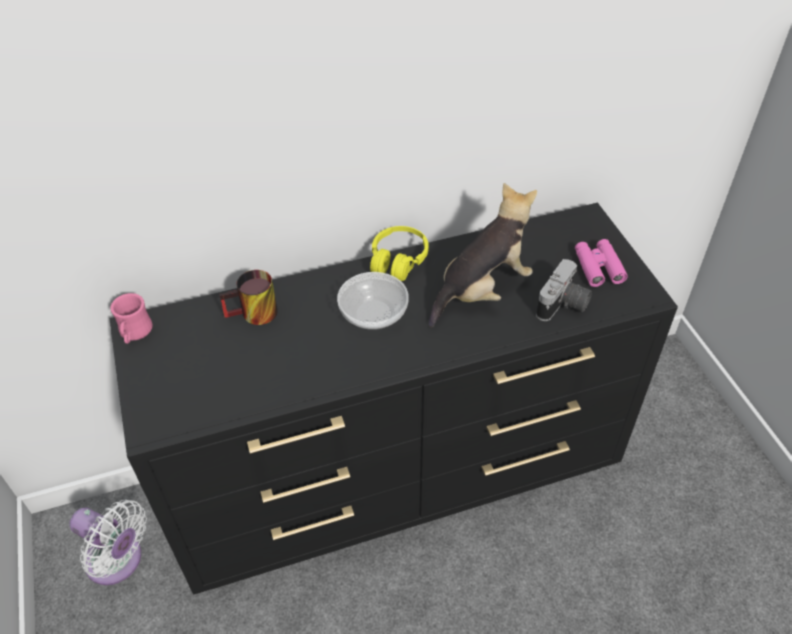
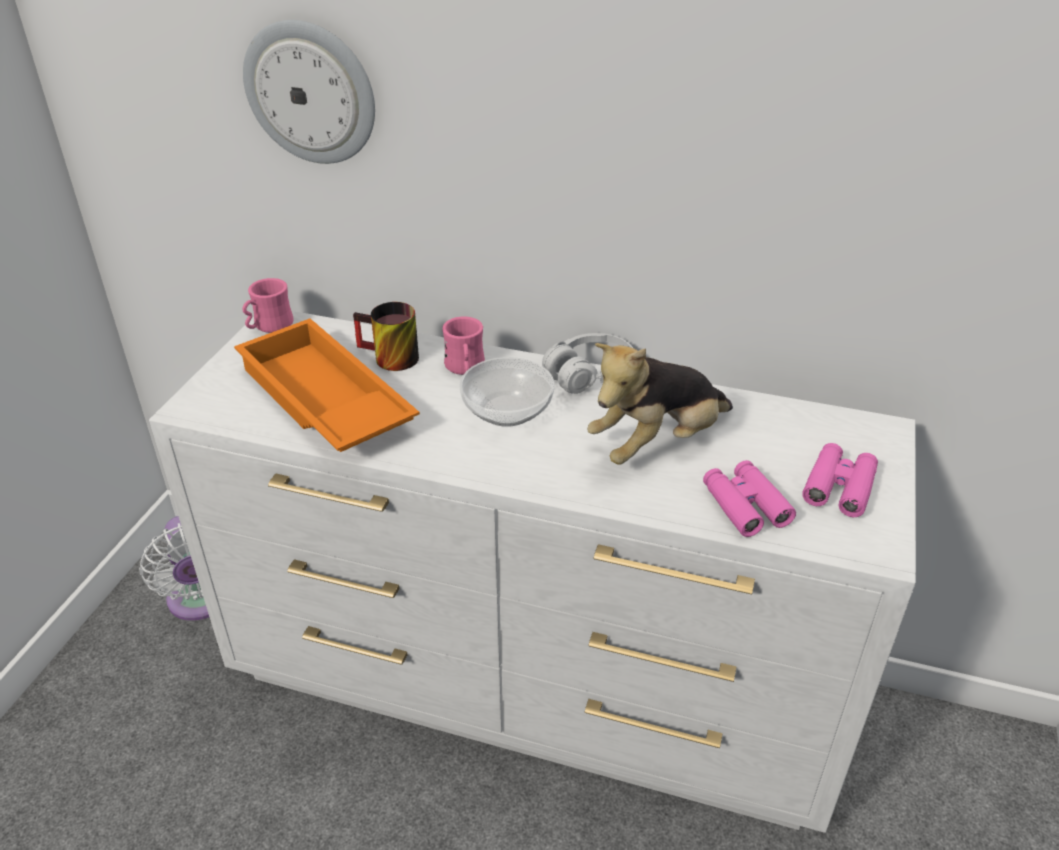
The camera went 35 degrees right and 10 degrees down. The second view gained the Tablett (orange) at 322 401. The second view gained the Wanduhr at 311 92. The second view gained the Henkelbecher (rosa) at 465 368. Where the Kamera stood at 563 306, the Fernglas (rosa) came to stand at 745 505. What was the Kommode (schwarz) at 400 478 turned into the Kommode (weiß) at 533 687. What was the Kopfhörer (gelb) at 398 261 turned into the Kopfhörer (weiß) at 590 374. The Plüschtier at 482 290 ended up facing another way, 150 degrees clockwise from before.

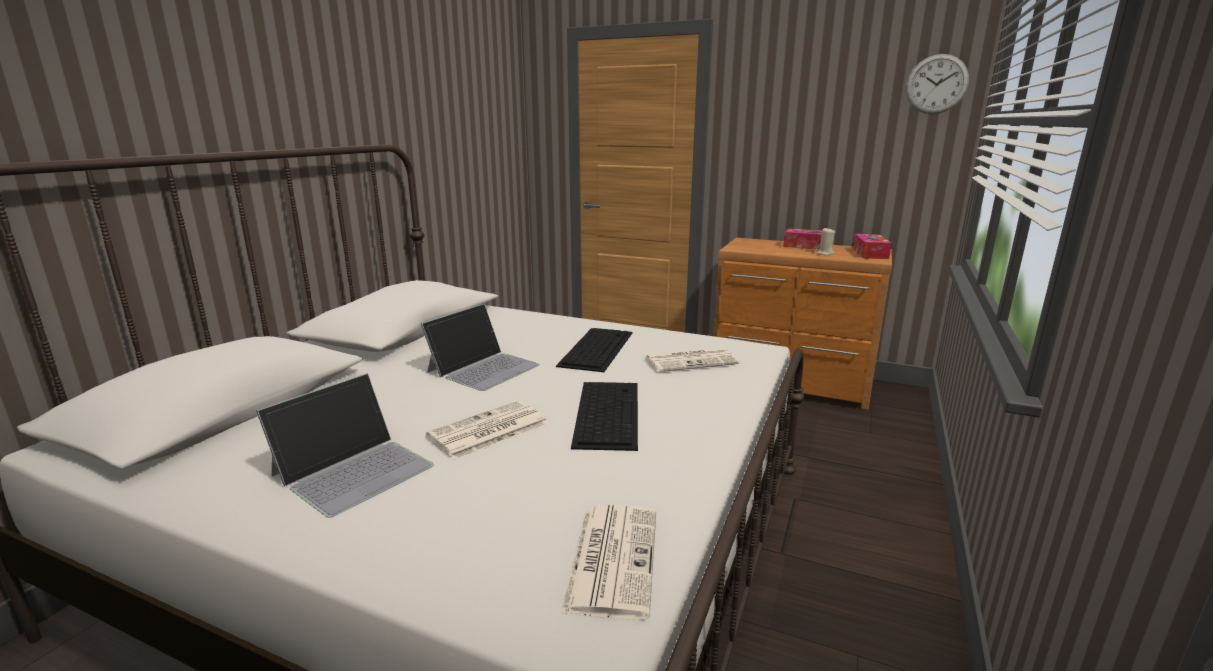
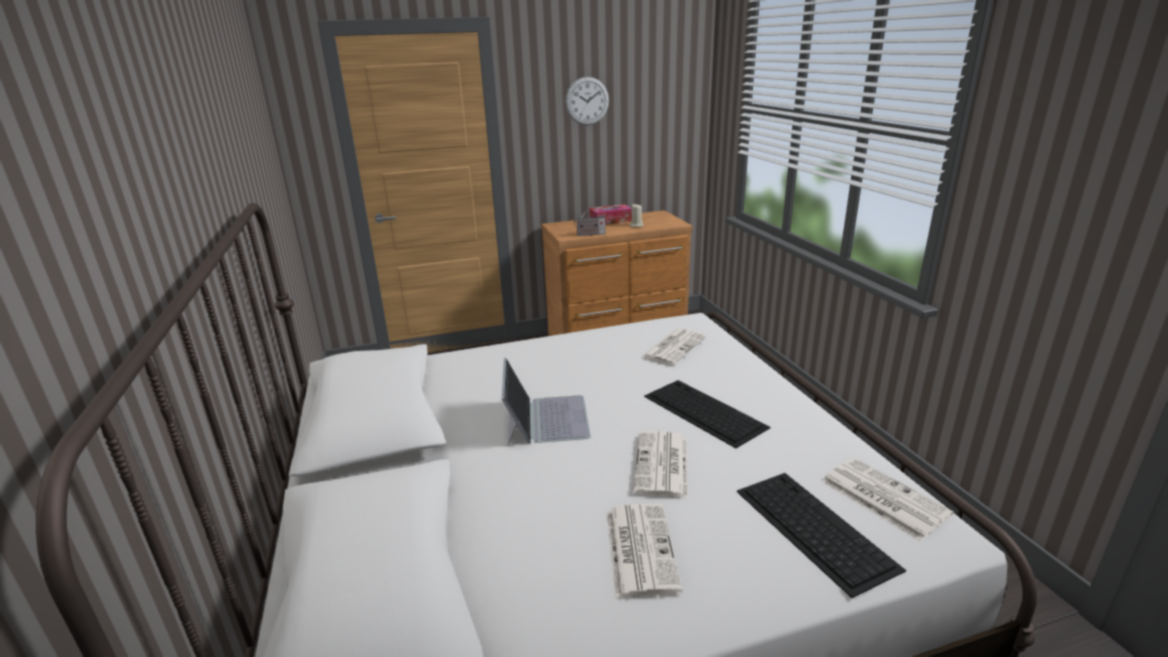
The camera went 40 degrees left and 5 degrees up. The second view lost the Taschentuchbox at 870 253. The second view gained the Radio at 589 234. The Tastatur ended up elsewhere, having gone from 596 348 to 812 527. The Wanduhr ended up elsewhere, having gone from 936 84 to 587 101. Where the Laptop stood at 354 469, the Zeitung came to stand at 639 548.

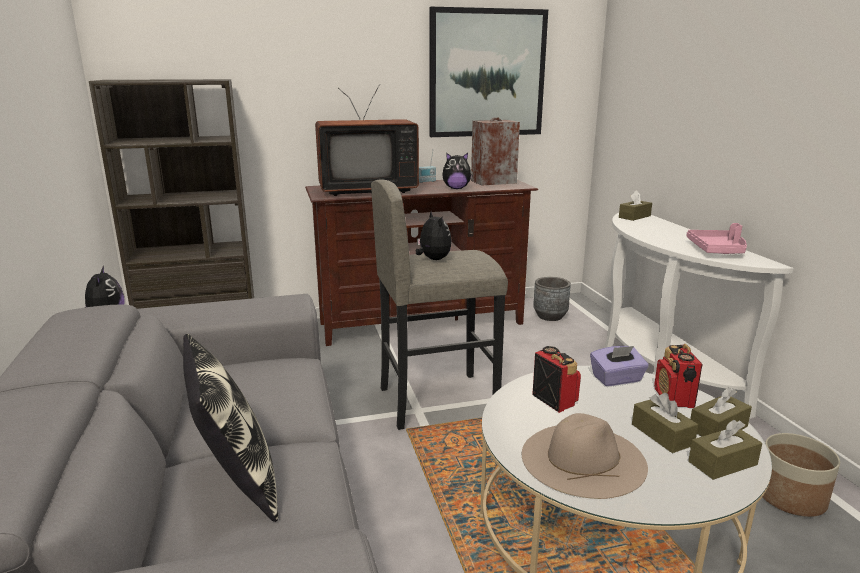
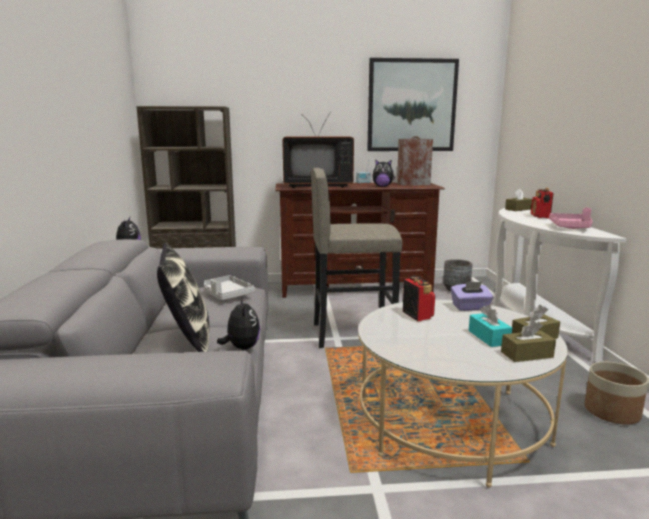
The camera went 10 degrees right and 5 degrees down. The second view lost the Hut (beige) at 583 459. The second view gained the Tablett (grau) at 226 295. The Plüschtier ended up elsewhere, having gone from 433 259 to 241 348. The Radio ended up elsewhere, having gone from 674 398 to 540 216. What was the Taschentuchbox (braun) at 662 434 turned into the Taschentuchbox (türkis) at 488 337.

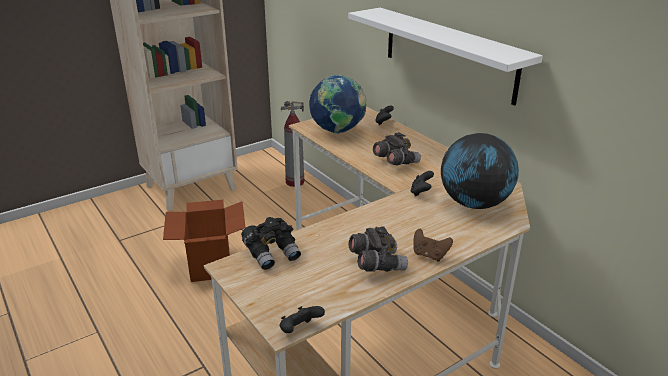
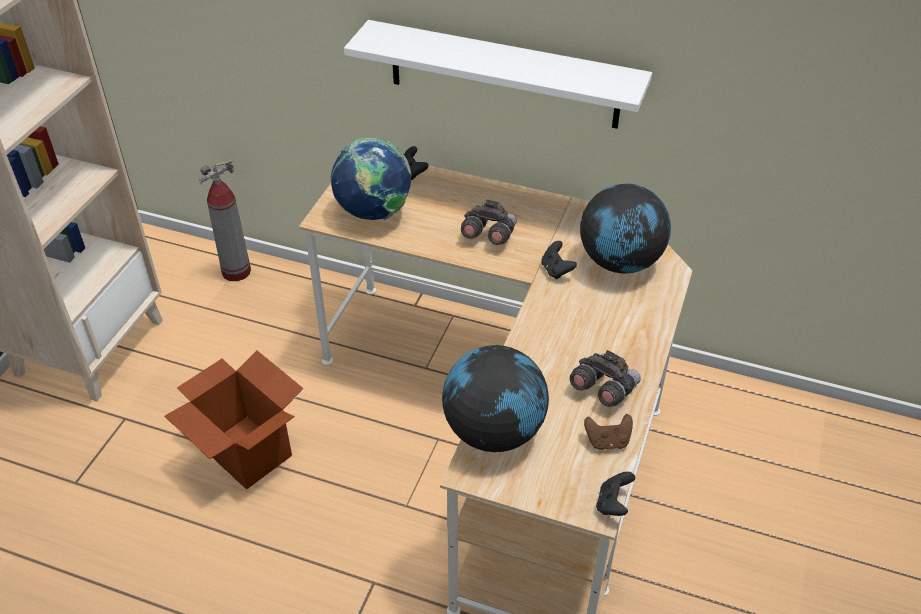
The camera went 35 degrees left and 15 degrees up. The Gamepad (braun) ended up elsewhere, having gone from 429 255 to 607 441. Where the Fernglas (schwarz) stood at 272 253, the Globus came to stand at 494 431.

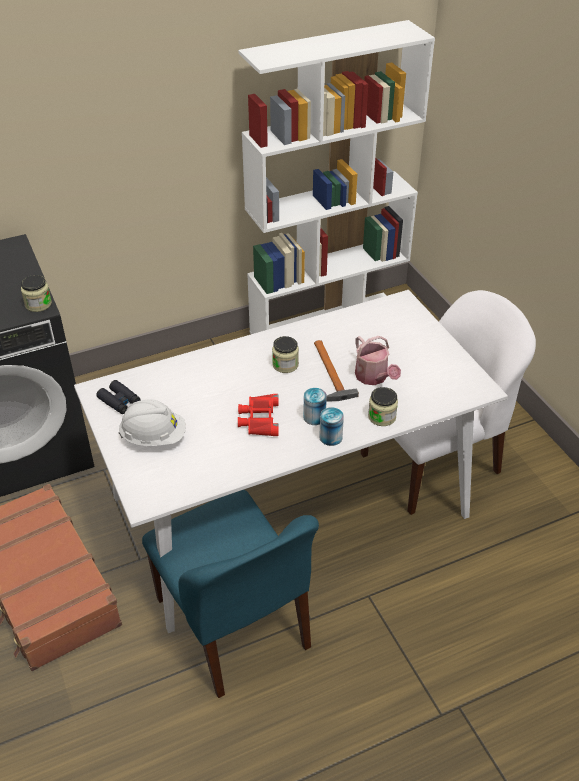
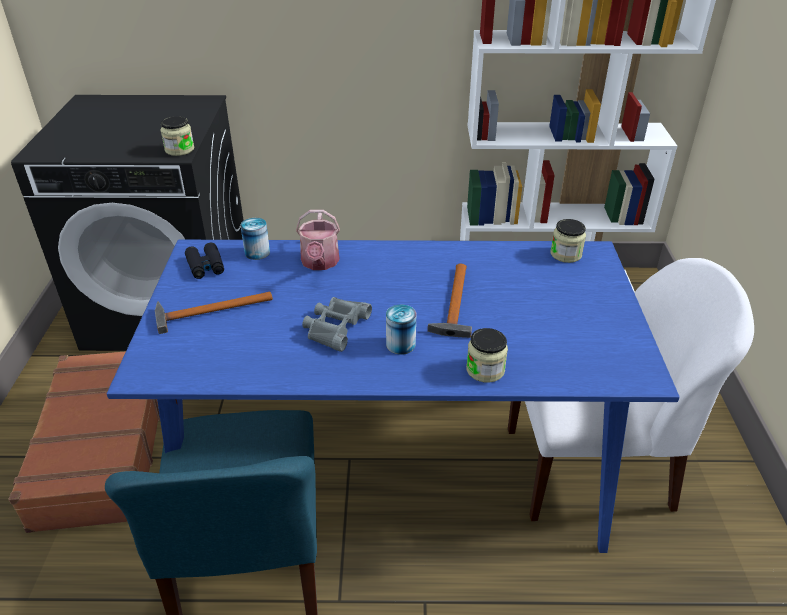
The camera went 25 degrees right and 5 degrees down. The Vorratsglas ended up elsewhere, having gone from 285 365 to 566 254. The Dose ended up elsewhere, having gone from 330 437 to 257 252. The Gießkanne ended up elsewhere, having gone from 373 377 to 319 263. Where the Schutzhelm (weiß) stood at 154 437, the Hammer came to stand at 208 311. What was the Esstisch (weiß) at 288 508 turned into the Esstisch (blau) at 392 460. What was the Fernglas (rot) at 259 419 turned into the Fernglas (grau) at 335 327.

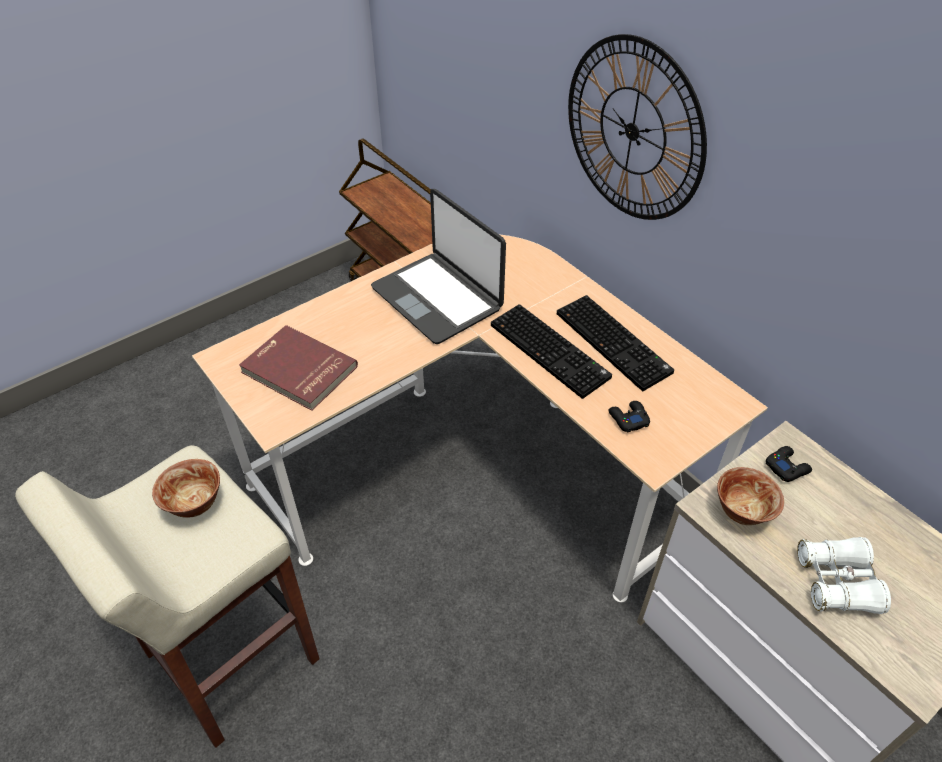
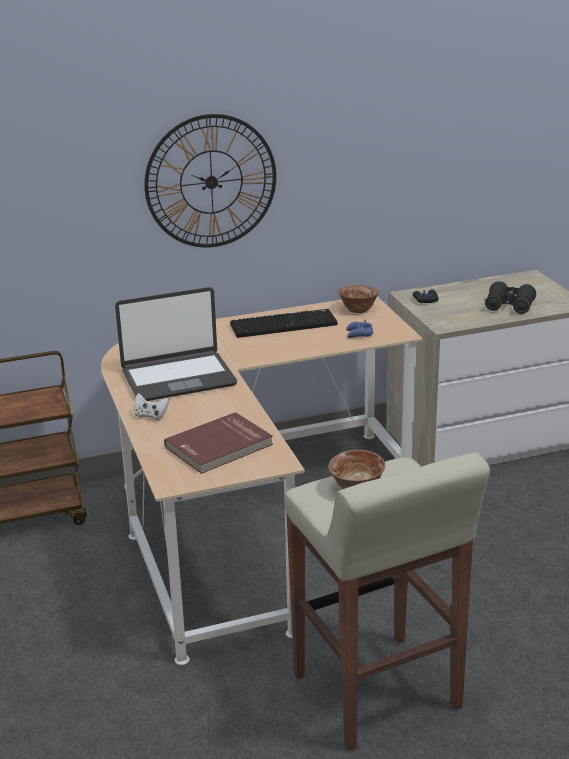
The camera went 70 degrees left and 20 degrees down. The second view lost the Tastatur at 551 351. The second view gained the Gamepad (weiß) at 151 416. The Schüssel ended up elsewhere, having gone from 741 511 to 358 310. What was the Gamepad (schwarz) at 628 419 turned into the Gamepad (blau) at 359 334. What was the Fernglas (weiß) at 837 582 turned into the Fernglas (schwarz) at 509 306.

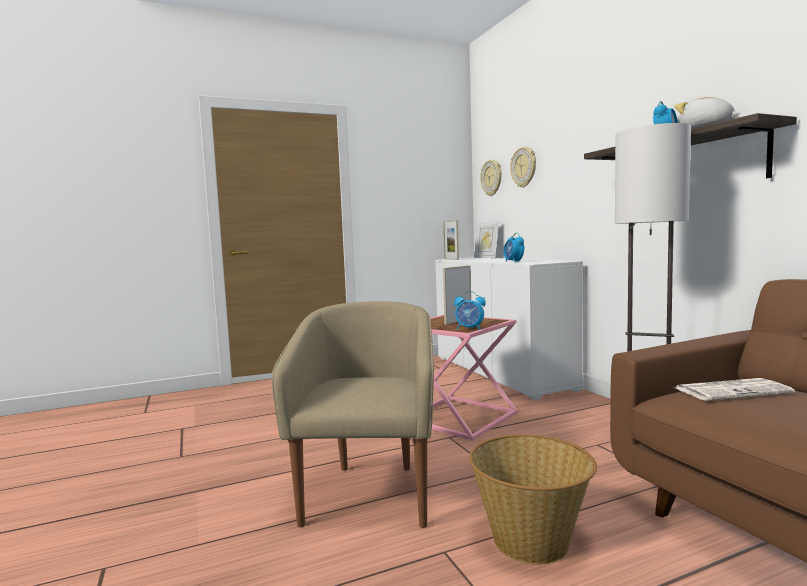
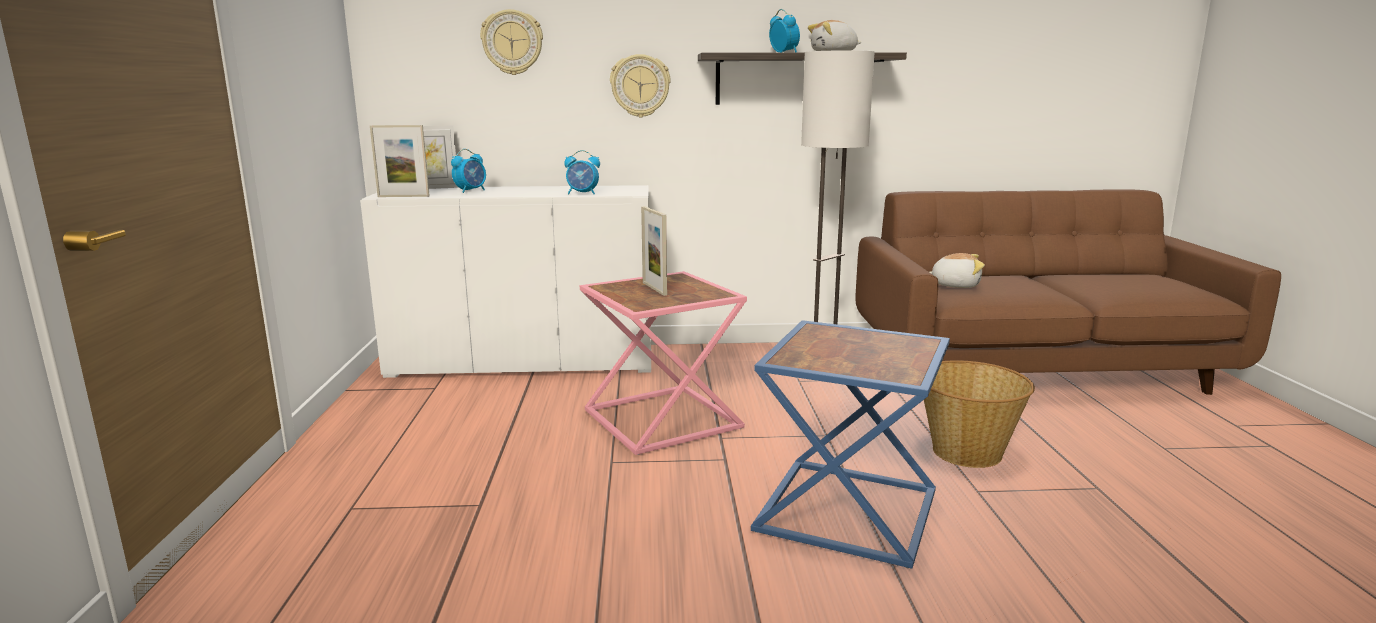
The camera went 70 degrees left and 10 degrees up. The Wecker ended up elsewhere, having gone from 469 329 to 471 191. The Wanduhr ended up elsewhere, having gone from 492 178 to 640 86. Where the Sessel (beige) stood at 369 493, the Beistelltisch (blau) came to stand at 845 509. Where the Zeitung stood at 732 390, the Plüschtier came to stand at 955 285.

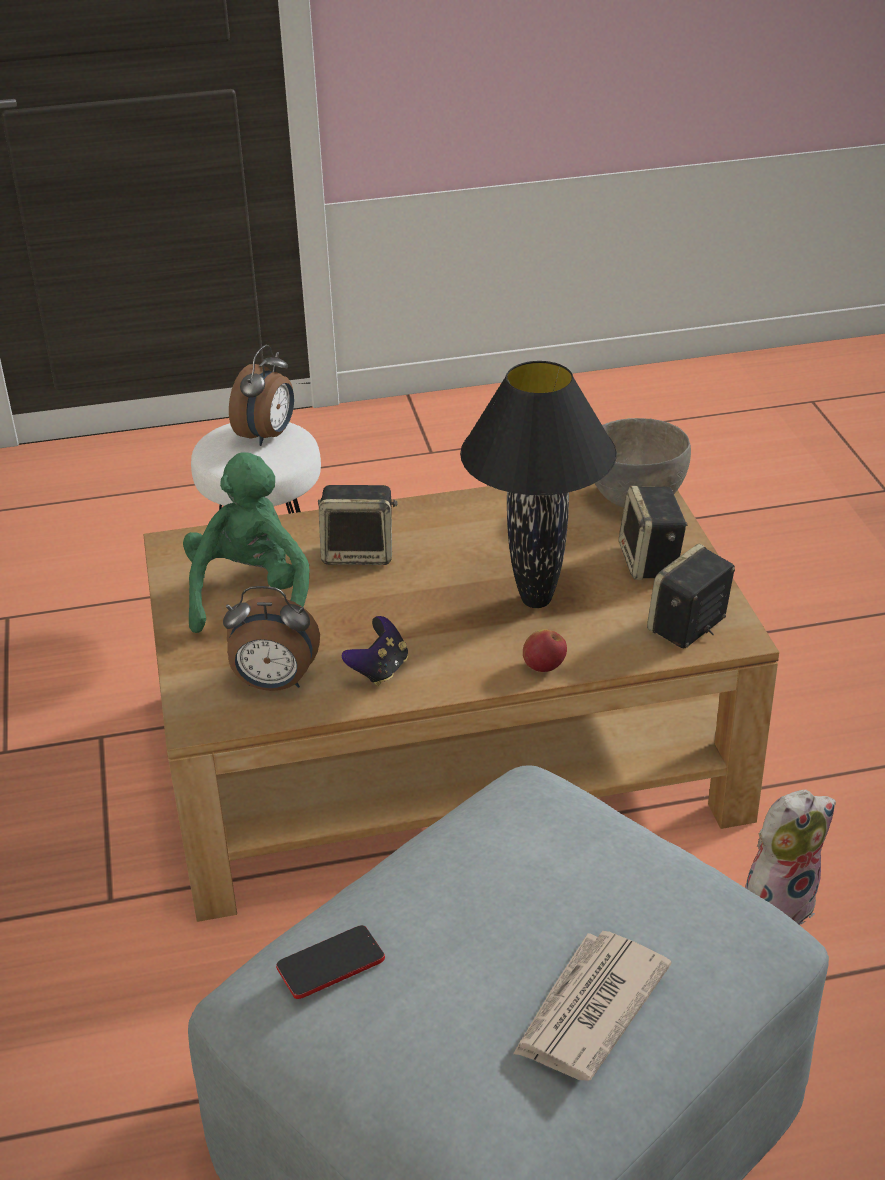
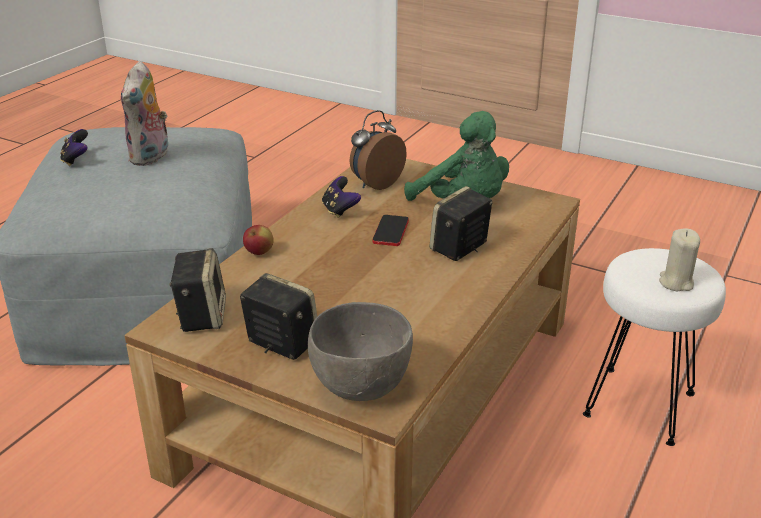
The camera went 130 degrees right and 5 degrees down. The second view lost the Tischlampe (schwarz) at 534 600. The Handy ended up elsewhere, having gone from 331 963 to 390 231. The Plüschtier ended up elsewhere, having gone from 778 902 to 151 157. Where the Wecker stood at 268 436, the Kerze (beige) came to stand at 675 282. Where the Zeitung stood at 589 1009, the Gamepad came to stand at 76 160.

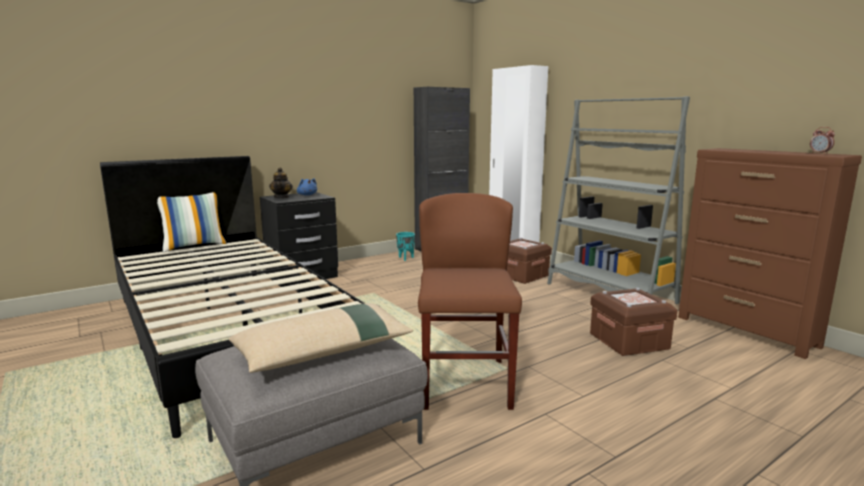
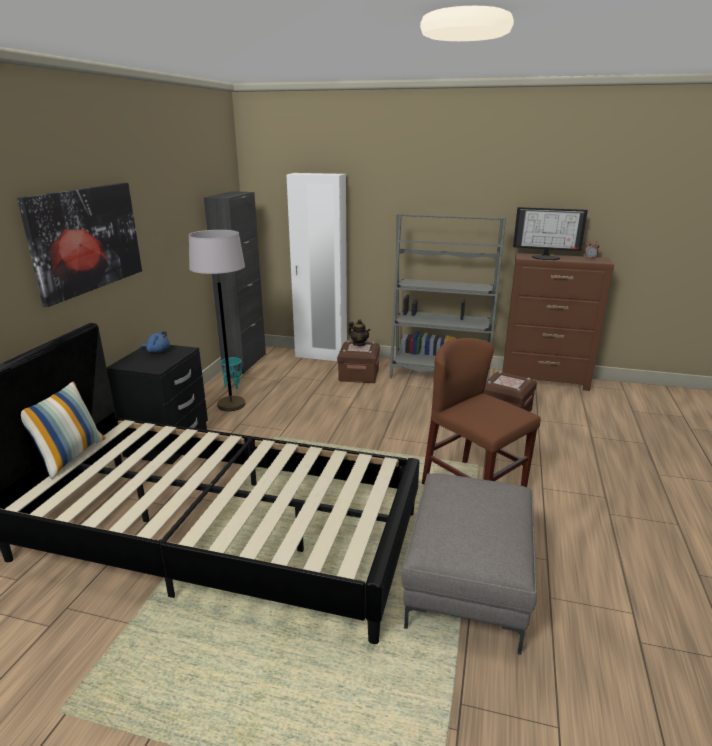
The camera went 40 degrees left and 10 degrees up. The second view lost the Kissen (beige) at 324 351. The second view gained the Bild at 86 239. The second view gained the Stehlampe (grau) at 231 404. The second view gained the Monitor at 546 257. The Teekanne ended up elsewhere, having gone from 282 197 to 359 344.

